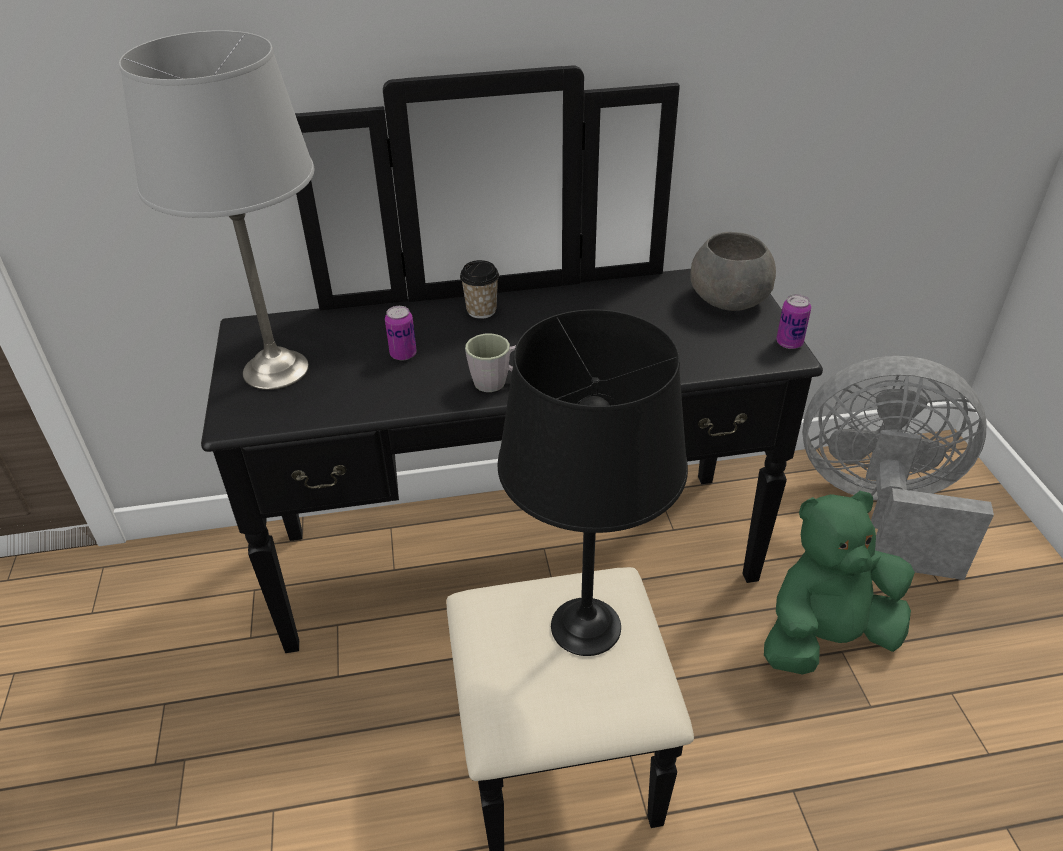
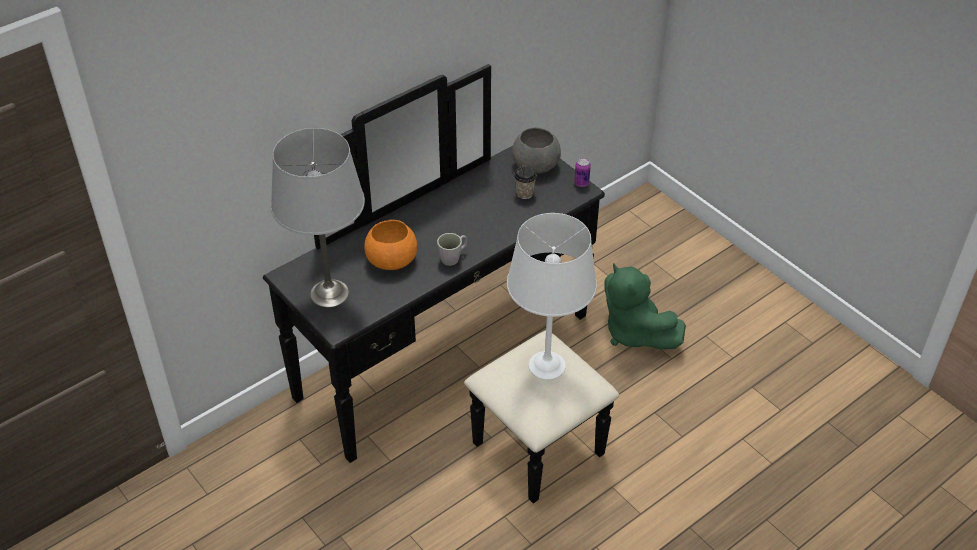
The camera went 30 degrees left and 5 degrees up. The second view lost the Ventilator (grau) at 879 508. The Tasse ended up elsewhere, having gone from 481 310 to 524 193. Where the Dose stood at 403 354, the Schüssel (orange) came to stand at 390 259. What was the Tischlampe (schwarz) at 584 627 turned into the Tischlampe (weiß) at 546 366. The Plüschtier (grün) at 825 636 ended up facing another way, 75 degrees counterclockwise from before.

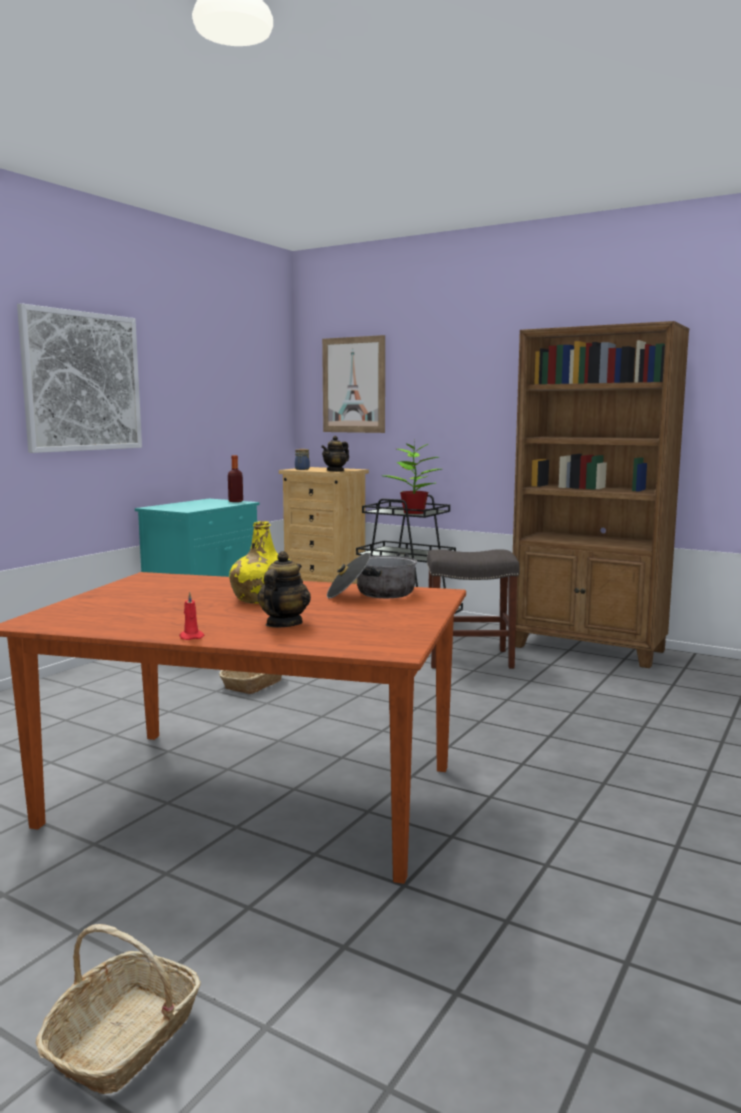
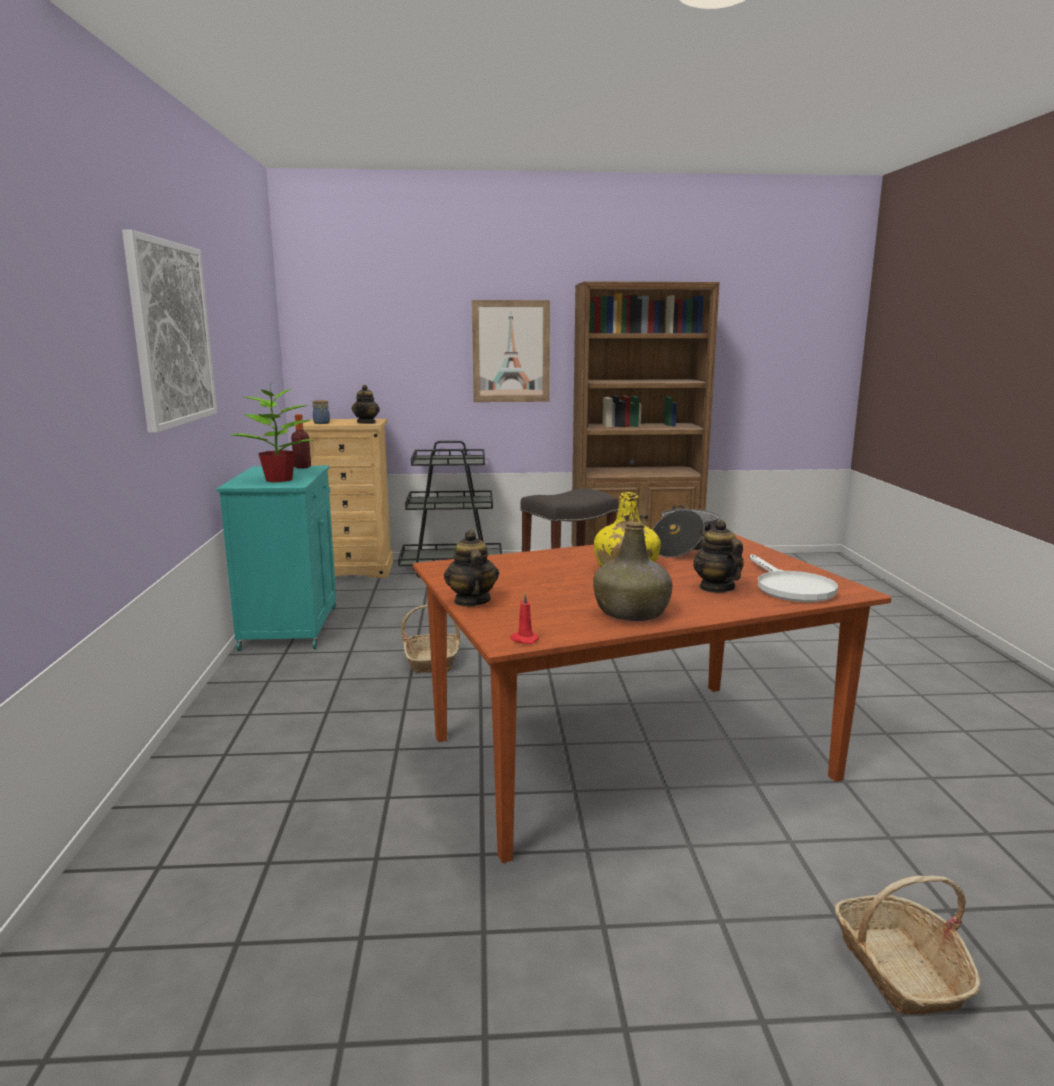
The camera went 35 degrees left and 5 degrees up. The second view gained the Teekanne at 471 601. The second view gained the Flasche (grün) at 632 613. The second view gained the Pfanne (weiß) at 789 588. The Kerze (rot) ended up elsewhere, having gone from 191 637 to 523 639. The Bild ended up elsewhere, having gone from 353 385 to 511 351. The Topfpflanze ended up elsewhere, having gone from 414 512 to 279 479.

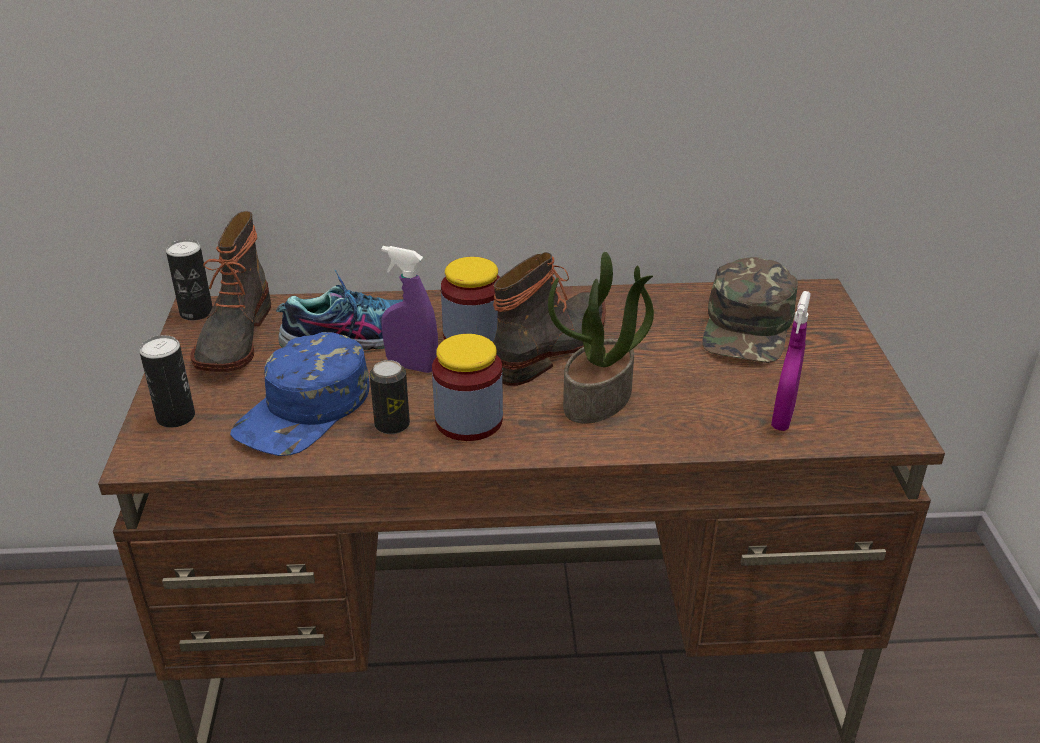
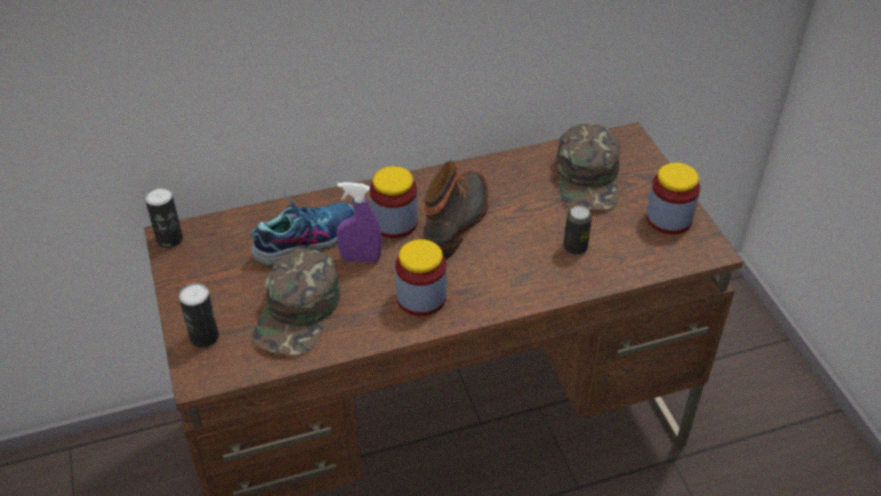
The camera went 15 degrees left and 10 degrees up. The second view lost the Stiefel at 233 338. The second view lost the Topfpflanze at 598 400. The second view lost the Sprühflasche (lila) at 782 418. The second view gained the Vorratsglas at 669 219. The Dose ended up elsewhere, having gone from 392 425 to 575 247. What was the Kappe (blau) at 305 410 turned into the Kappe (grün) at 299 312.

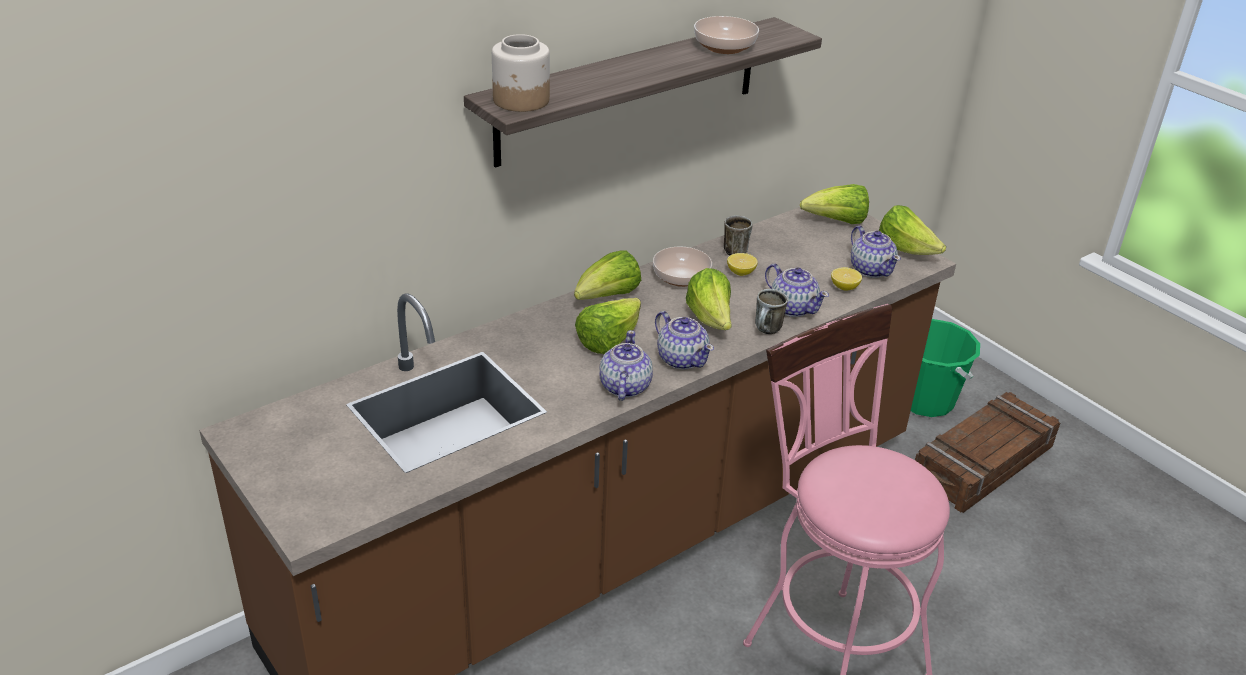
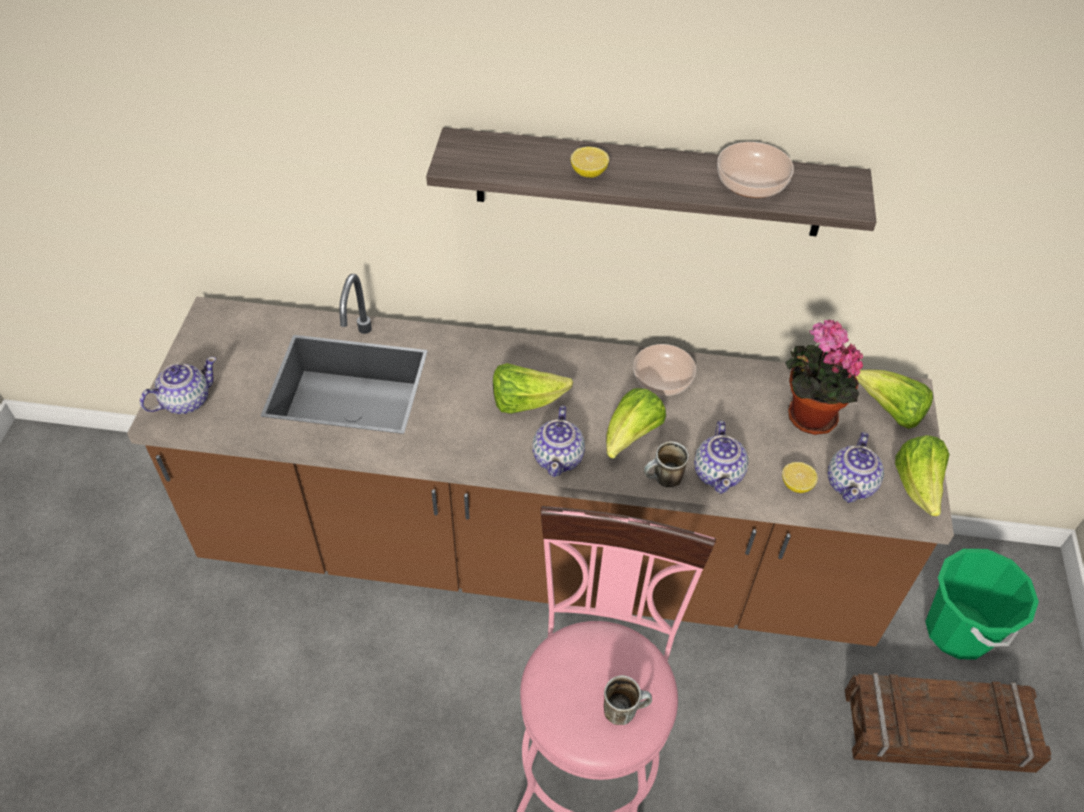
The camera went 45 degrees right and 15 degrees up. The second view lost the Vorratsglas at 521 100. The second view lost the Salatkopf at 608 297. The second view gained the Topfpflanze at 807 416. The Teekanne ended up elsewhere, having gone from 624 387 to 185 401. The Henkelbecher ended up elsewhere, having gone from 737 250 to 624 710. The Zitrone ended up elsewhere, having gone from 741 273 to 588 173.

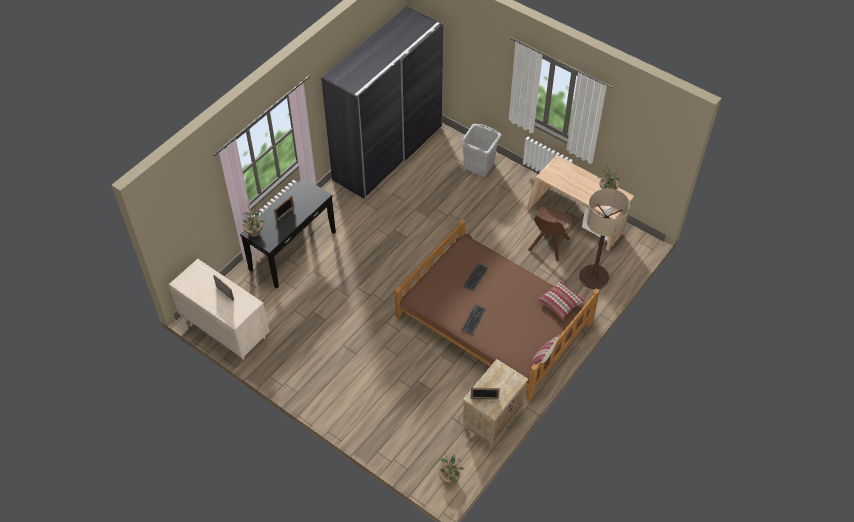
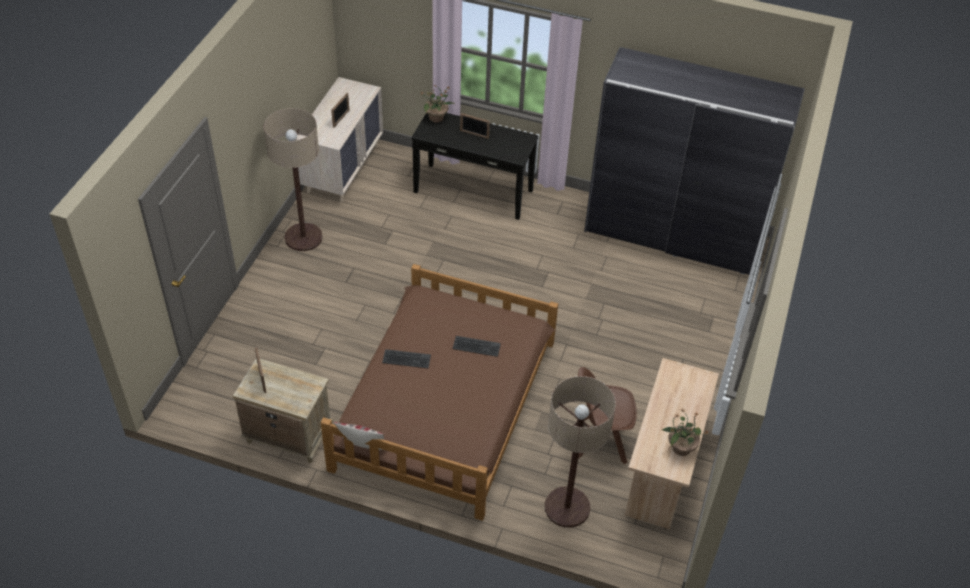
The camera went 70 degrees right and 5 degrees down. The second view lost the Topfpflanze at 449 477. The second view lost the Wäschekorb (grau) at 479 165. The second view lost the Kissen at 561 303. The second view gained the Stehlampe at 303 237.

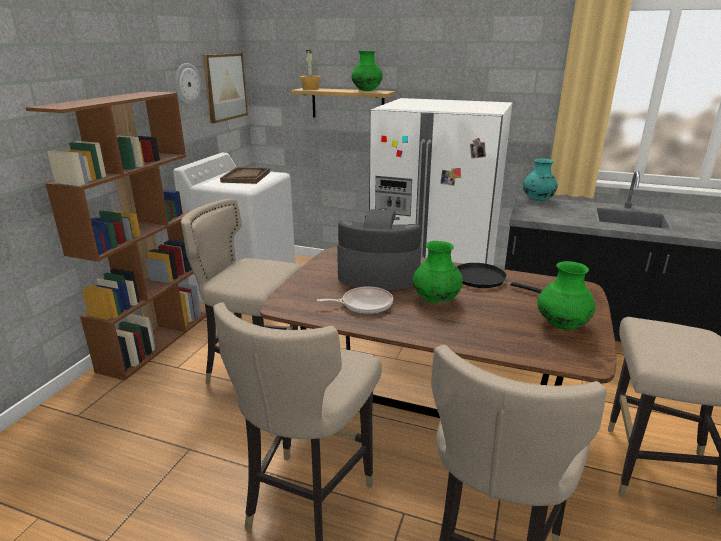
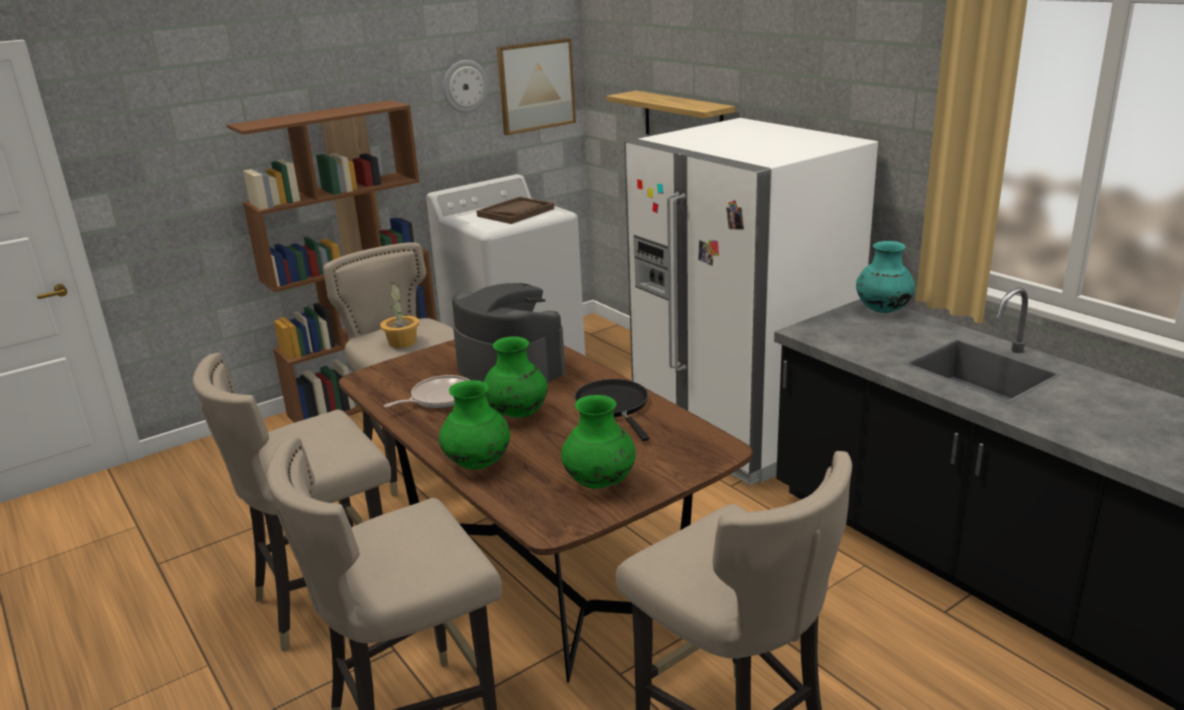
The camera went 35 degrees right and 0 degrees up. The Topfpflanze ended up elsewhere, having gone from 310 89 to 402 342. The Vase (grün) ended up elsewhere, having gone from 367 91 to 478 464. The Pfanne at 364 304 ended up facing another way, 60 degrees counterclockwise from before.

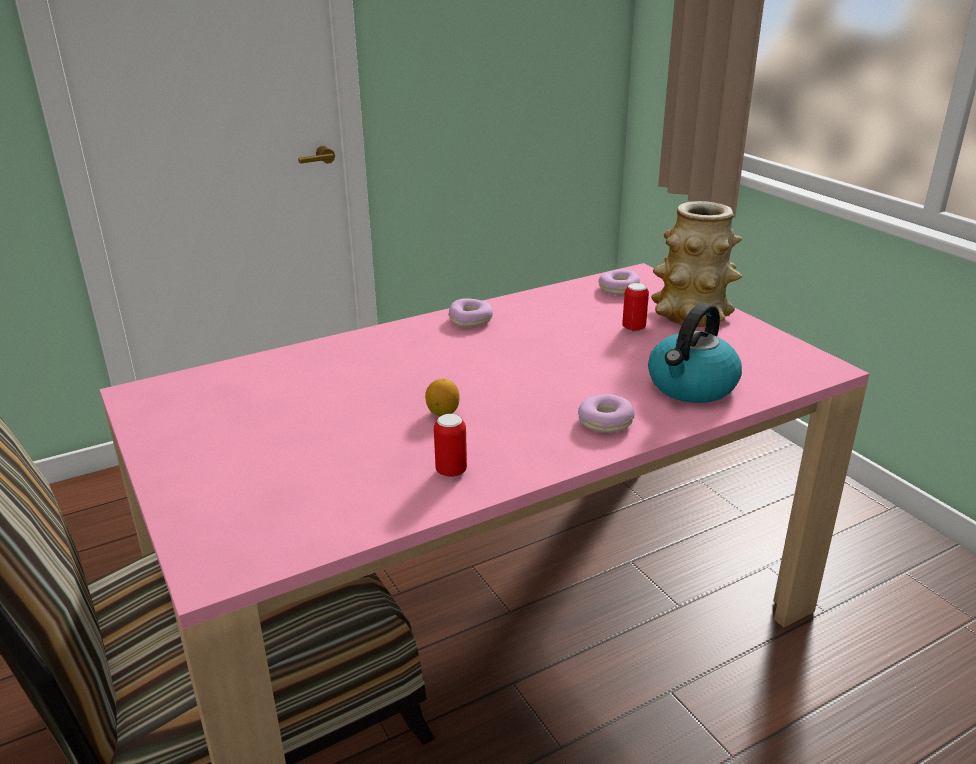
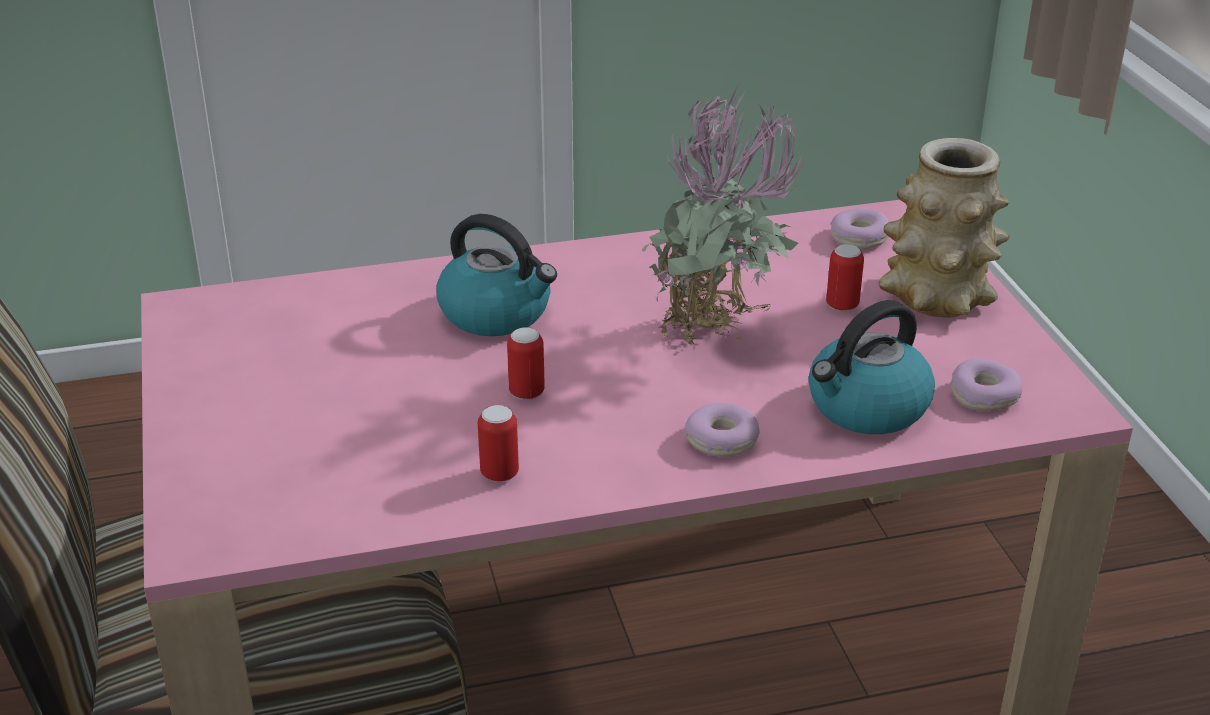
The camera went 15 degrees right and 5 degrees up. The second view gained the Wasserkessel at 497 313. The second view gained the Topfpflanze at 717 340. The Donut ended up elsewhere, having gone from 470 320 to 984 395. Where the Zitrone stood at 443 412, the Dose came to stand at 526 393.

